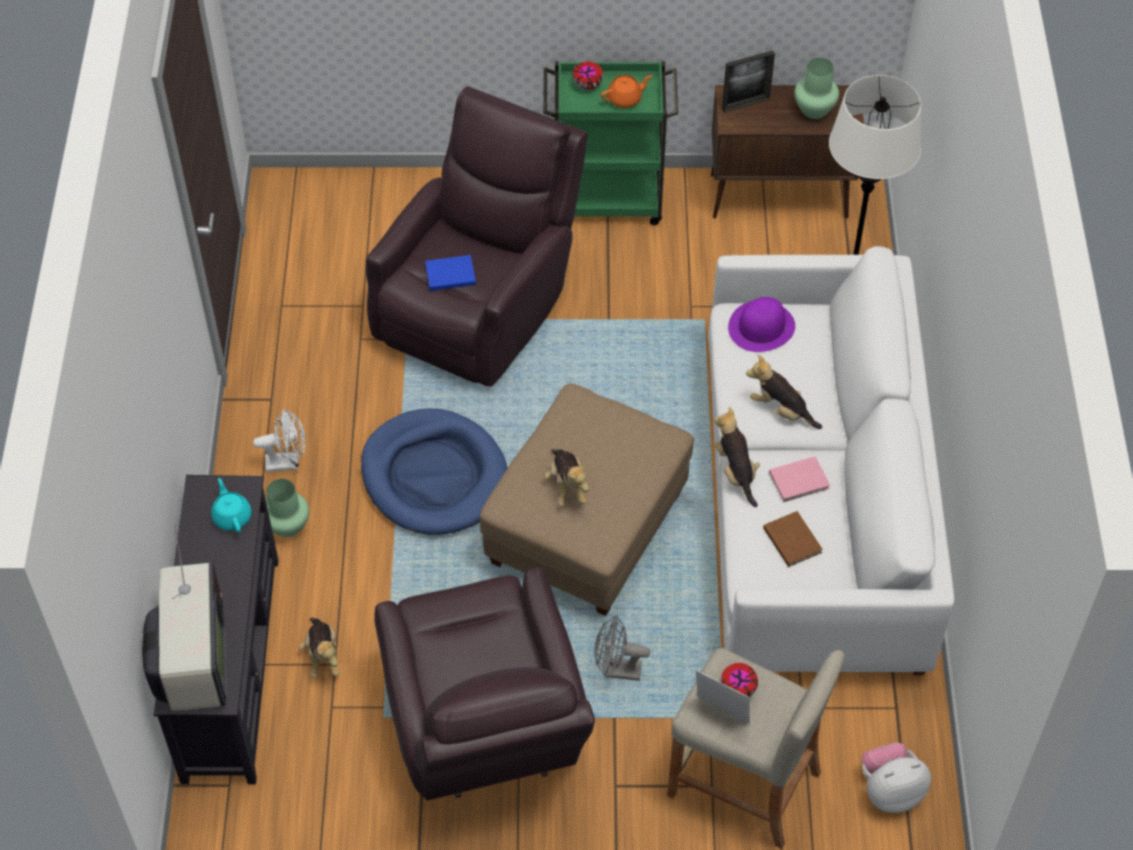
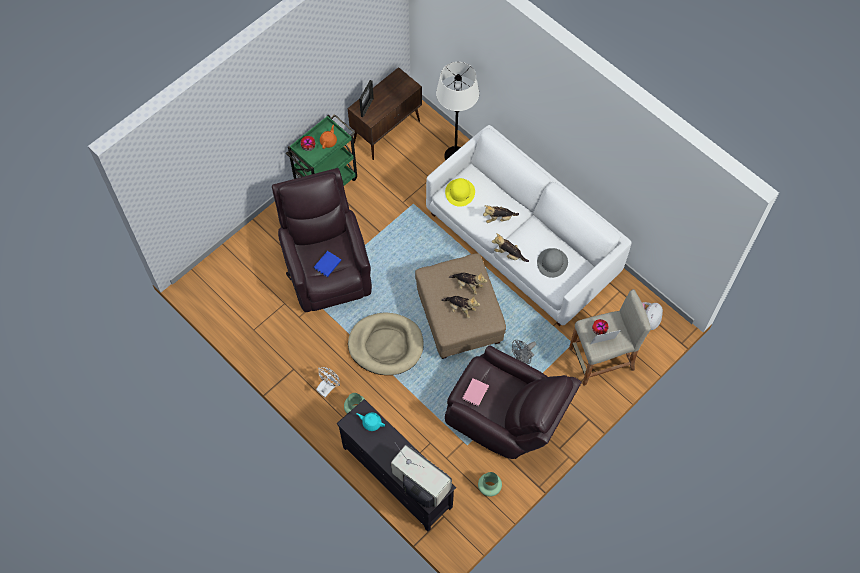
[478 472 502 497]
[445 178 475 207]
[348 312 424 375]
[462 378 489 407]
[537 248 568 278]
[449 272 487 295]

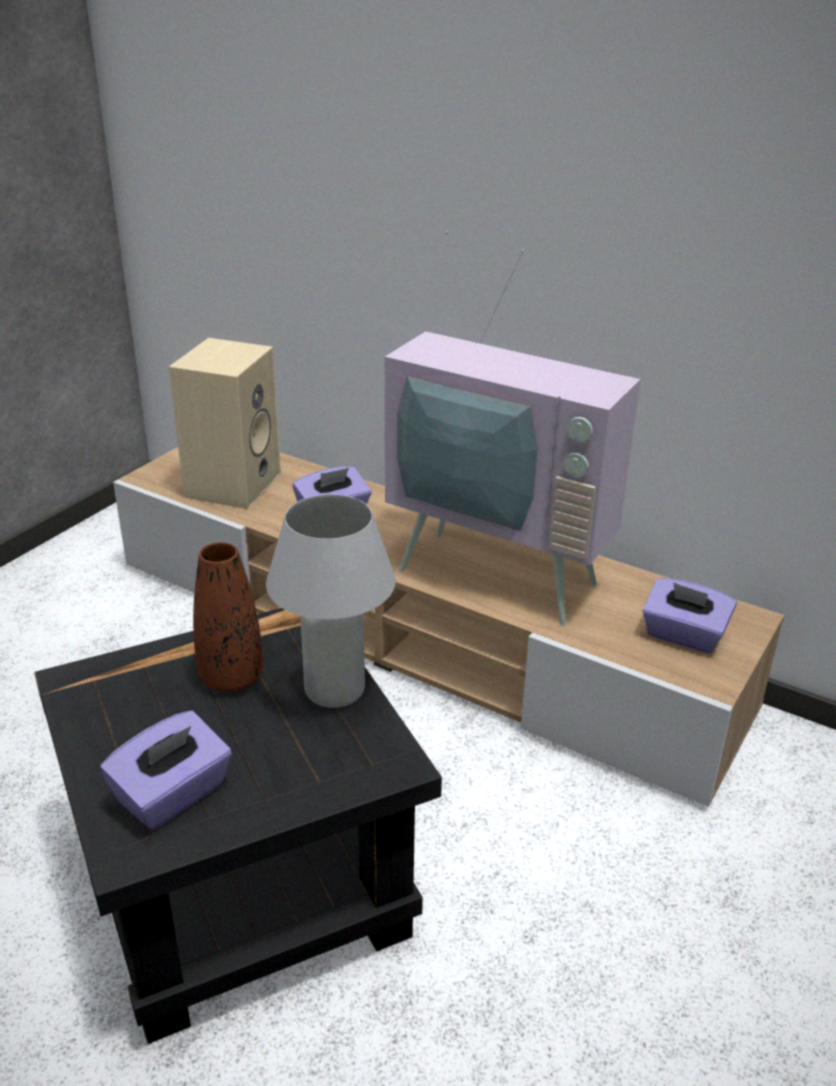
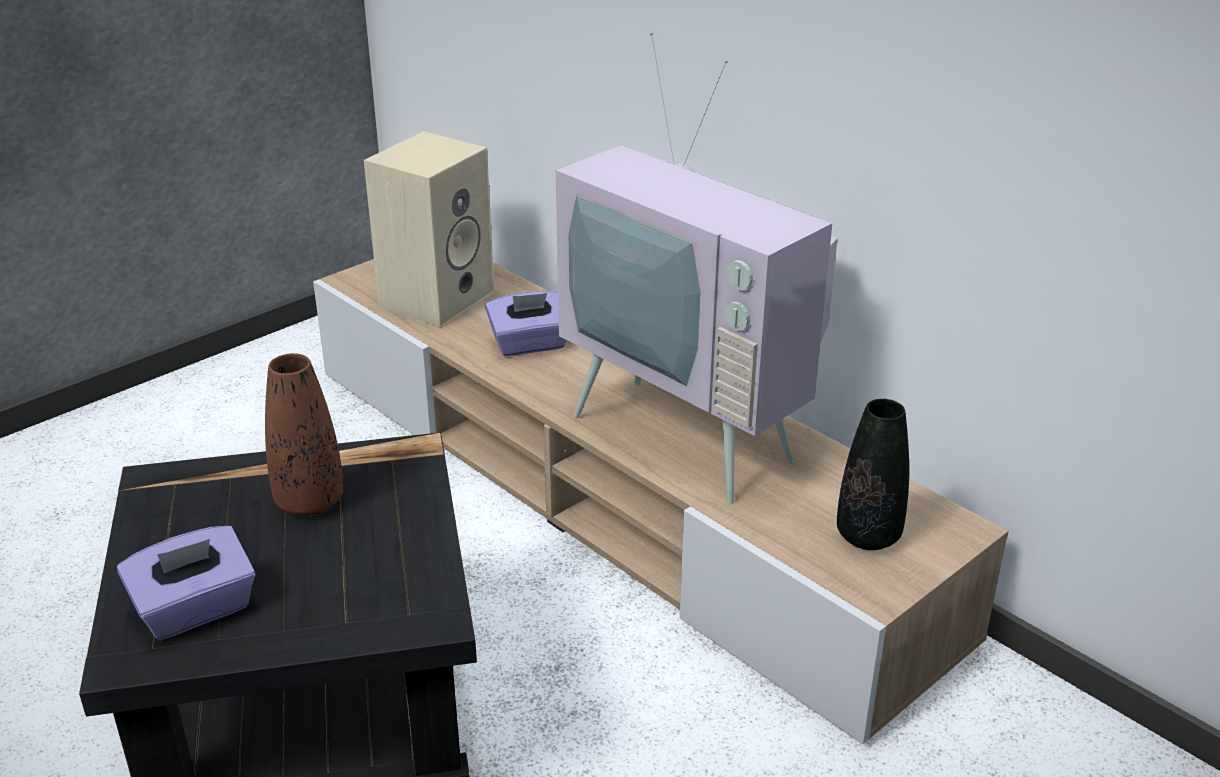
[266 494 396 708] (first image)
[837 399 909 550]

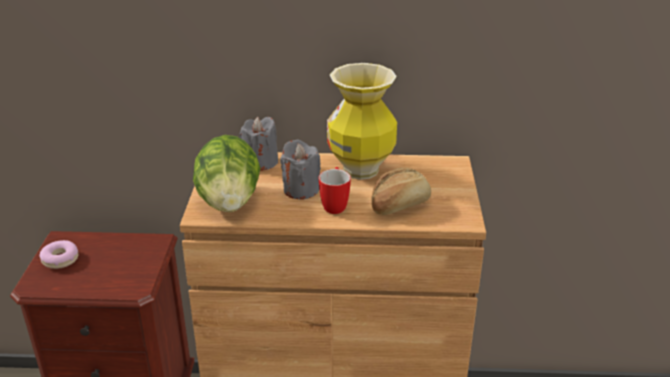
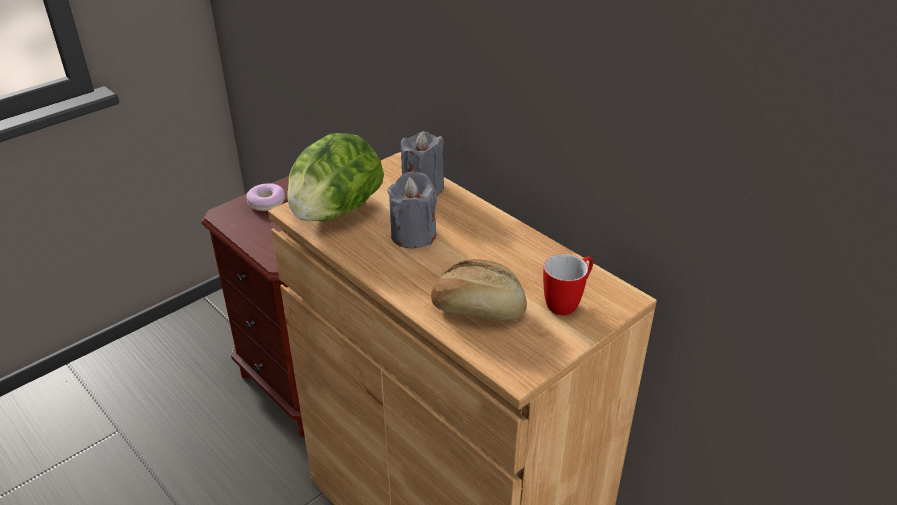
[327 63 397 180] (first image)
[543 254 593 315]

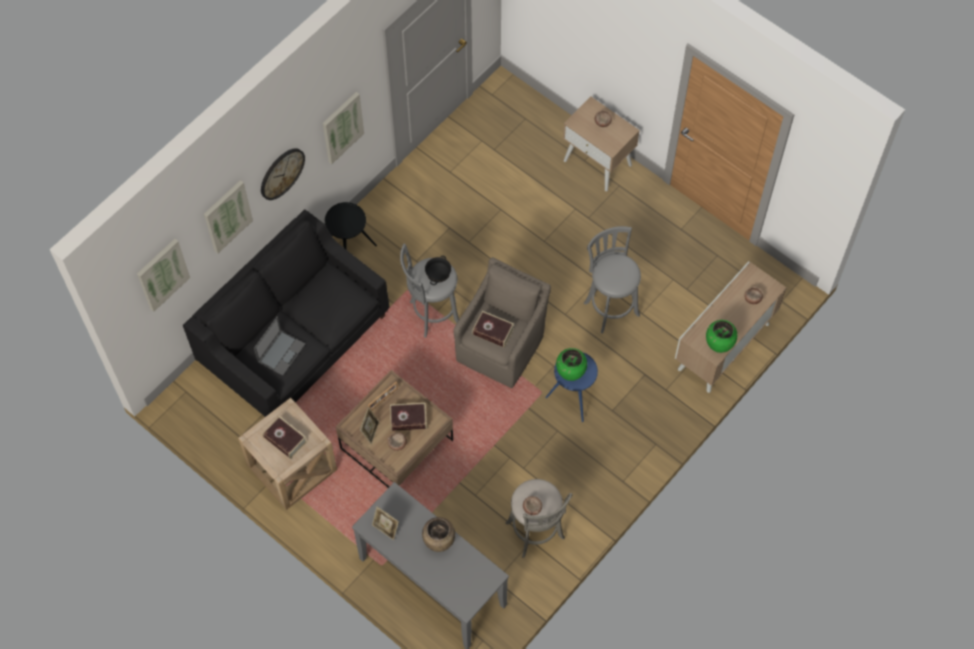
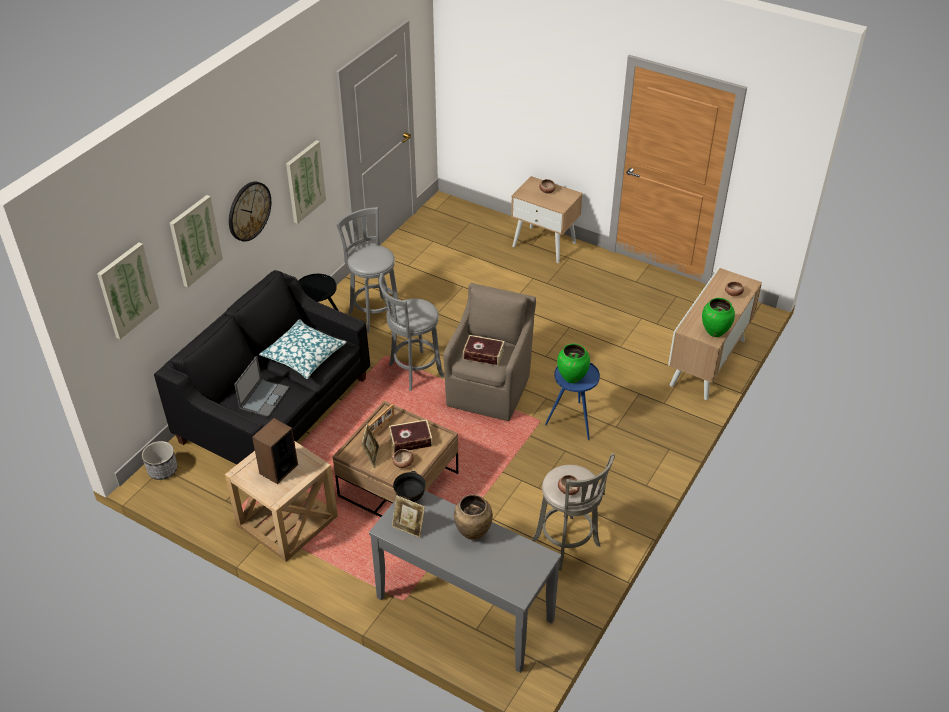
[337 207 399 333]
[393 471 426 502]
[252 418 298 484]
[259 319 347 379]
[142 441 177 480]

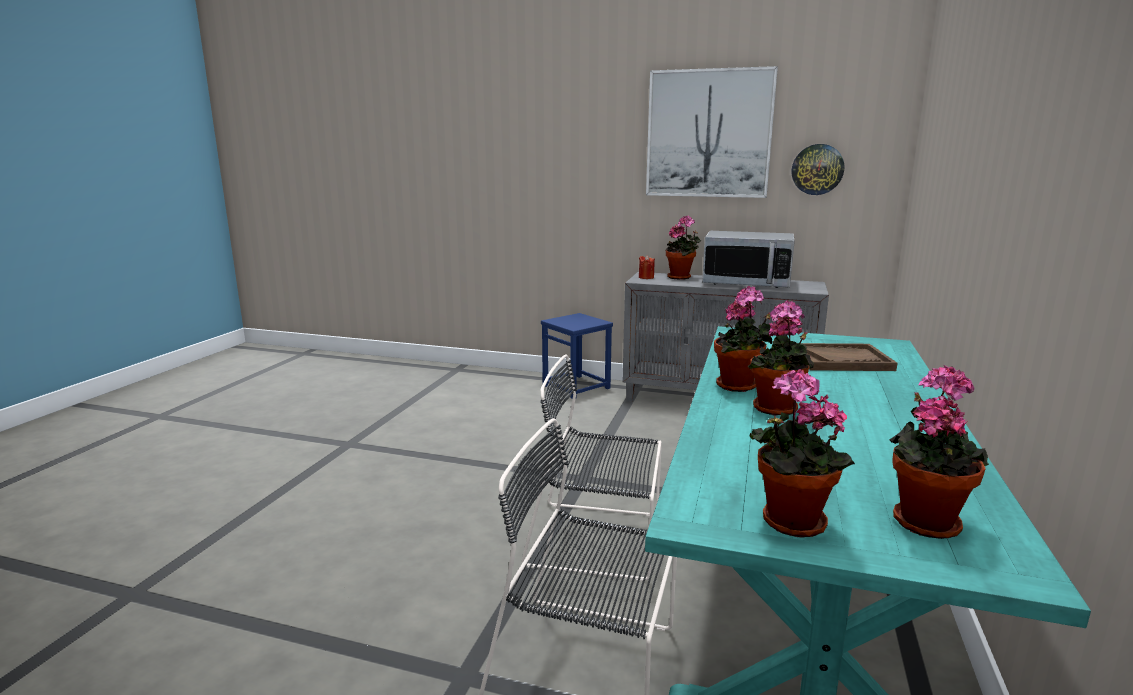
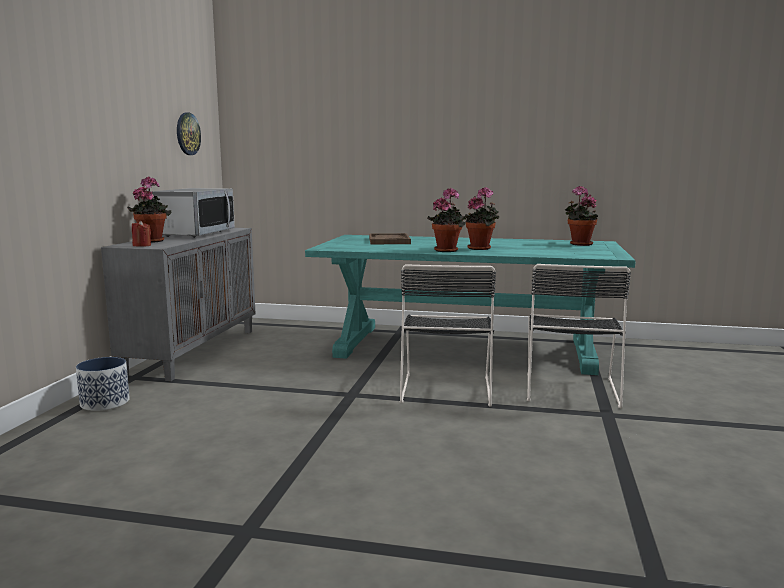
[646 66 778 198] (first image)
[76 357 130 411]
[749 369 855 538] (first image)

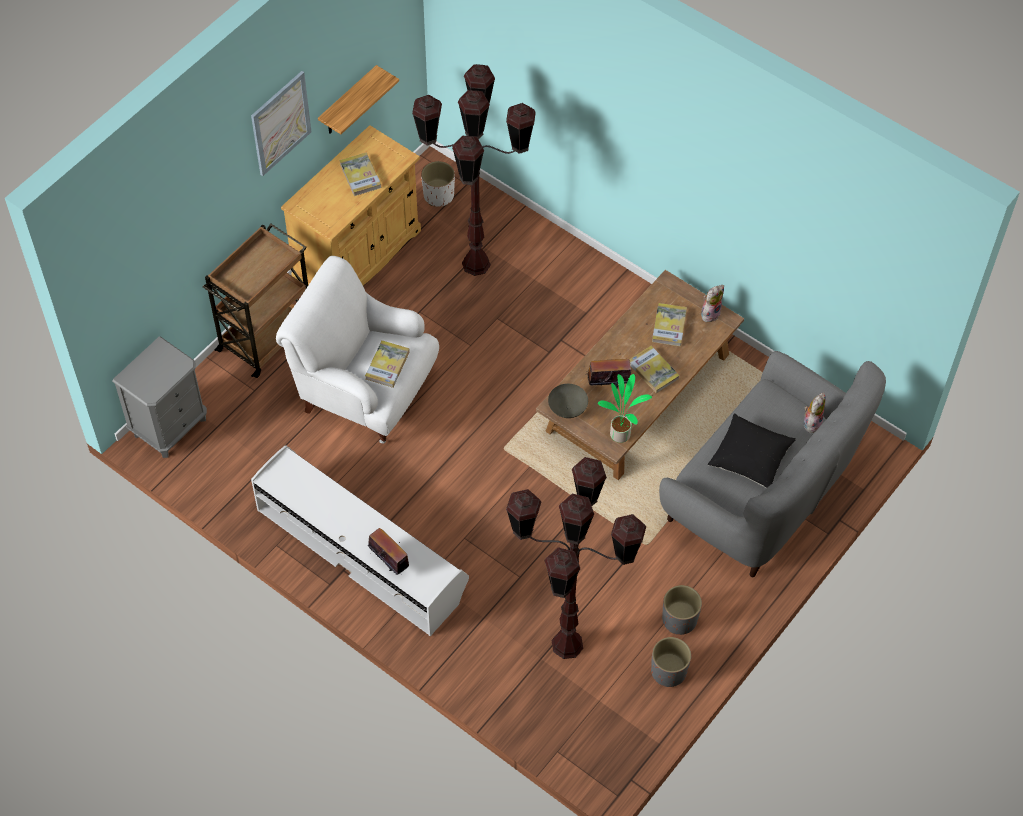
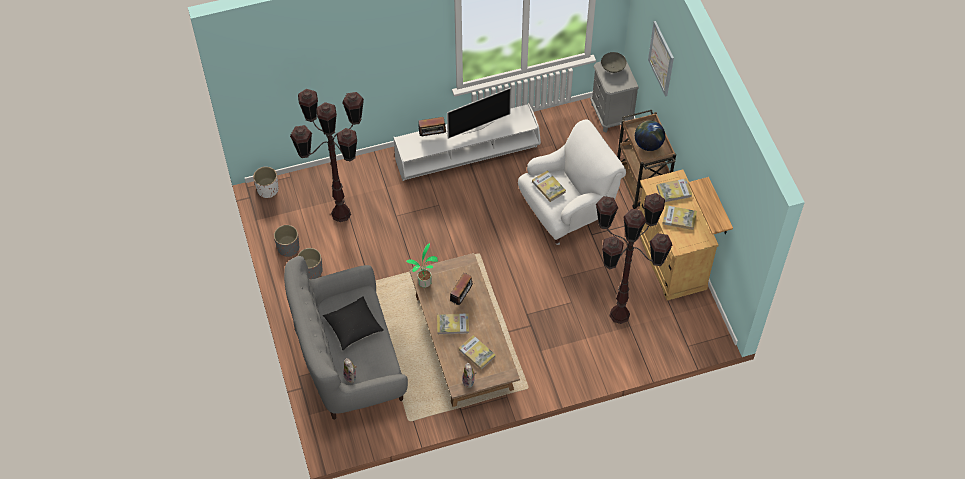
[648 21 674 97]
[253 167 279 198]
[601 52 627 73]
[447 87 511 139]
[635 120 665 151]
[656 179 692 202]

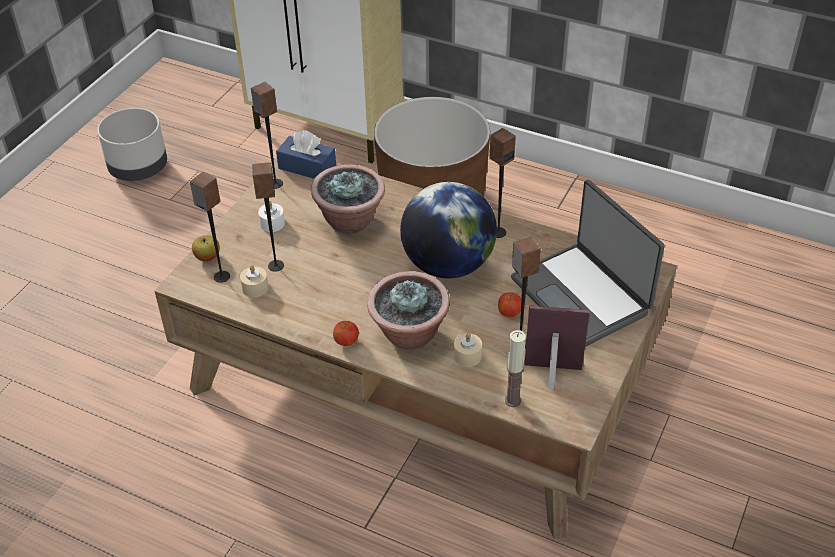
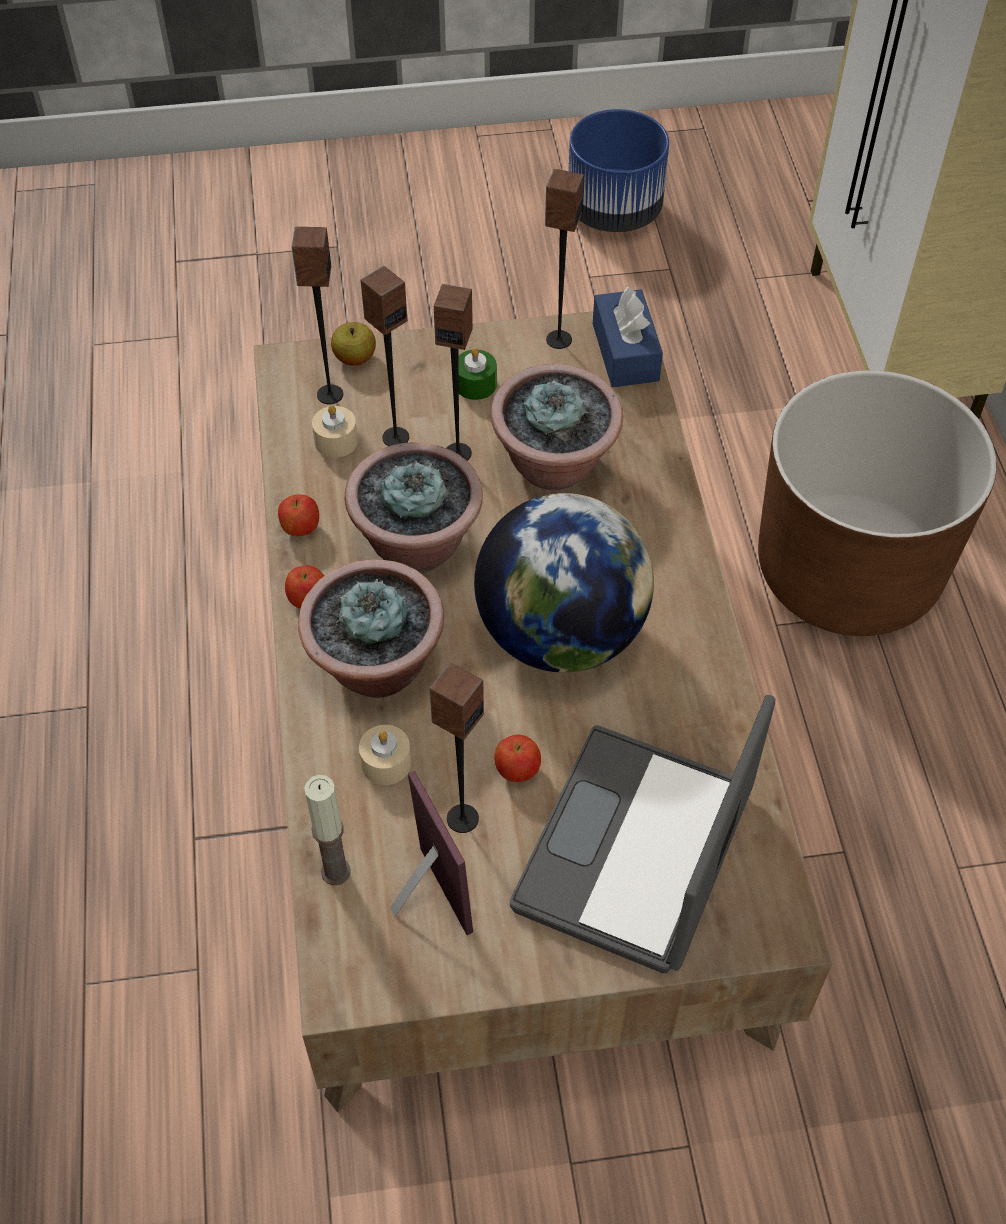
[568 109 669 232]
[434 284 473 461]
[458 348 497 400]
[345 442 483 572]
[278 494 319 536]

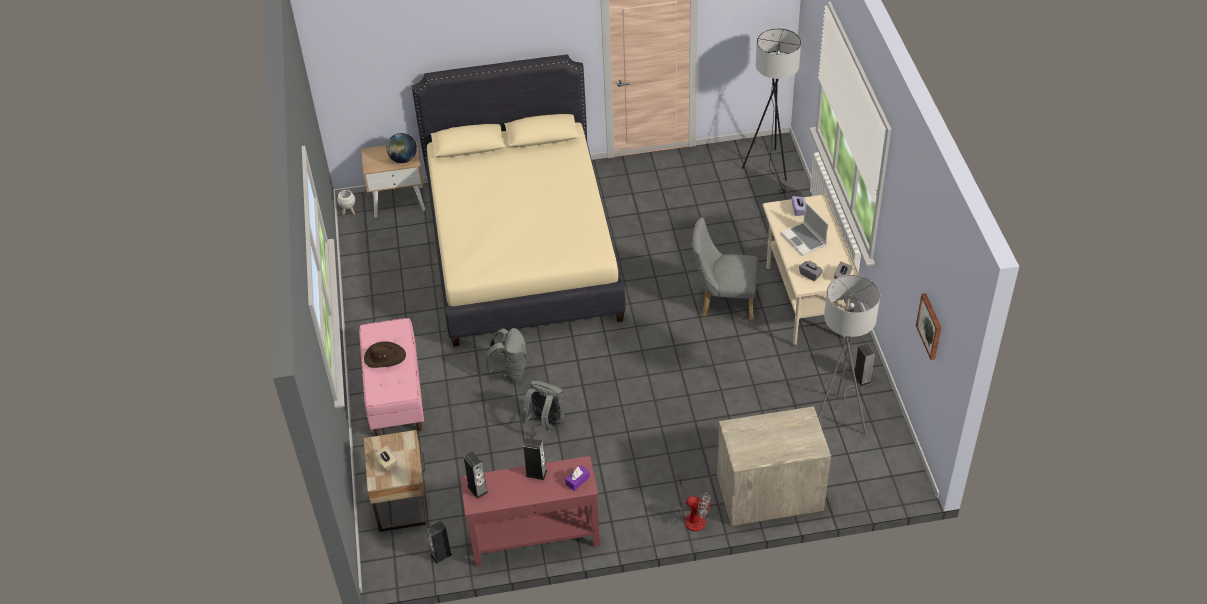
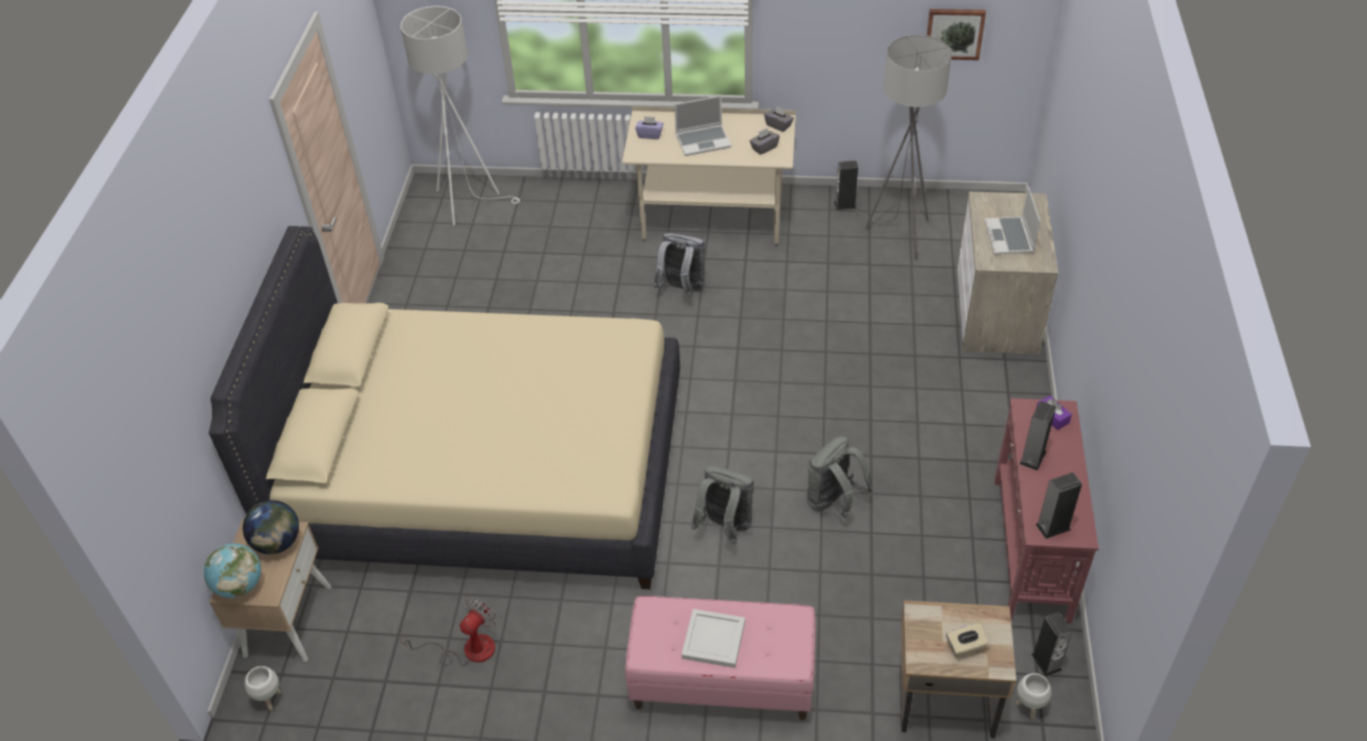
[400 6 520 225]
[654 233 705 297]
[682 609 745 668]
[400 597 497 666]
[984 187 1040 254]
[204 543 261 598]
[1016 673 1051 719]

